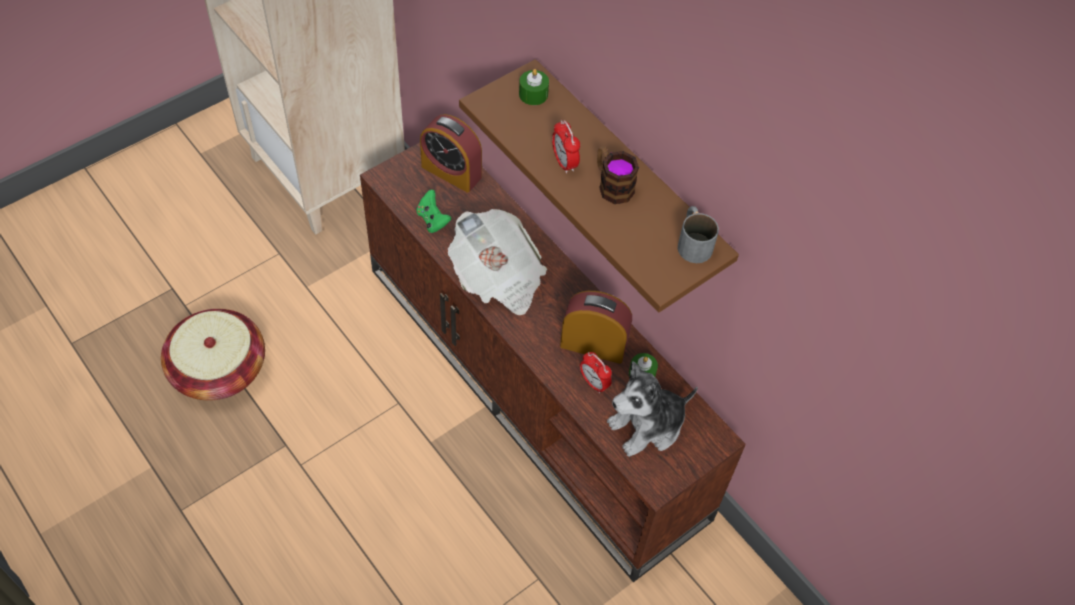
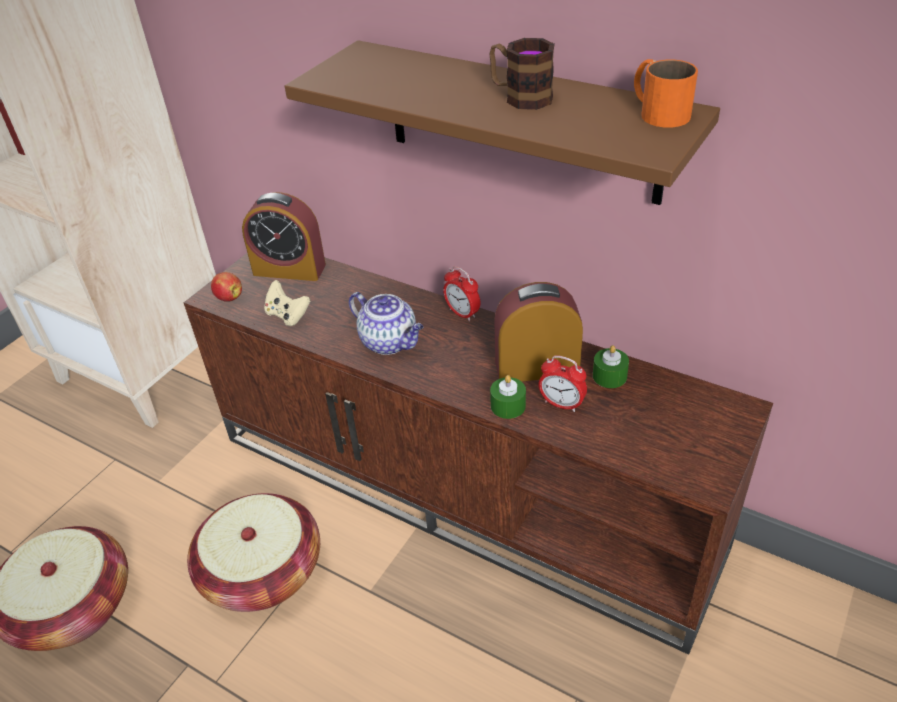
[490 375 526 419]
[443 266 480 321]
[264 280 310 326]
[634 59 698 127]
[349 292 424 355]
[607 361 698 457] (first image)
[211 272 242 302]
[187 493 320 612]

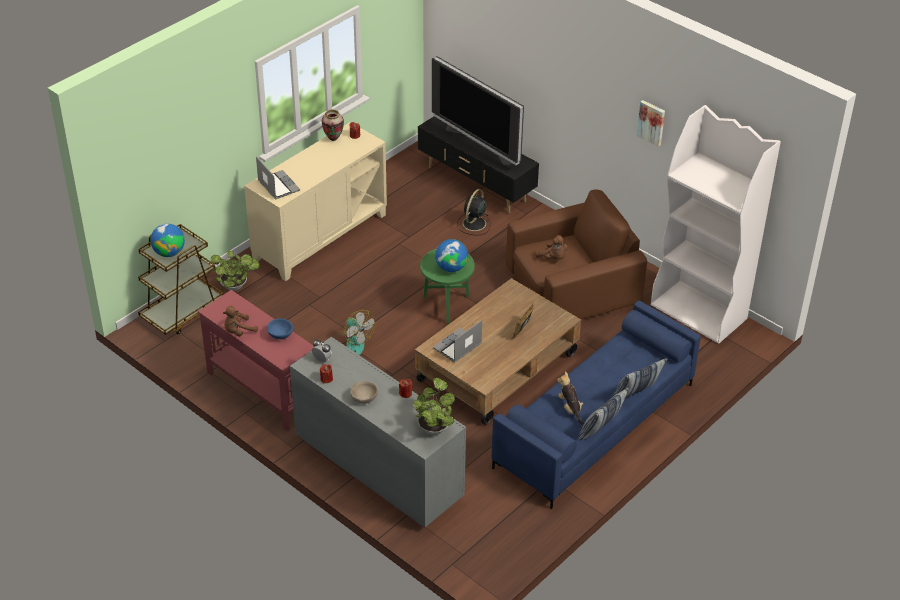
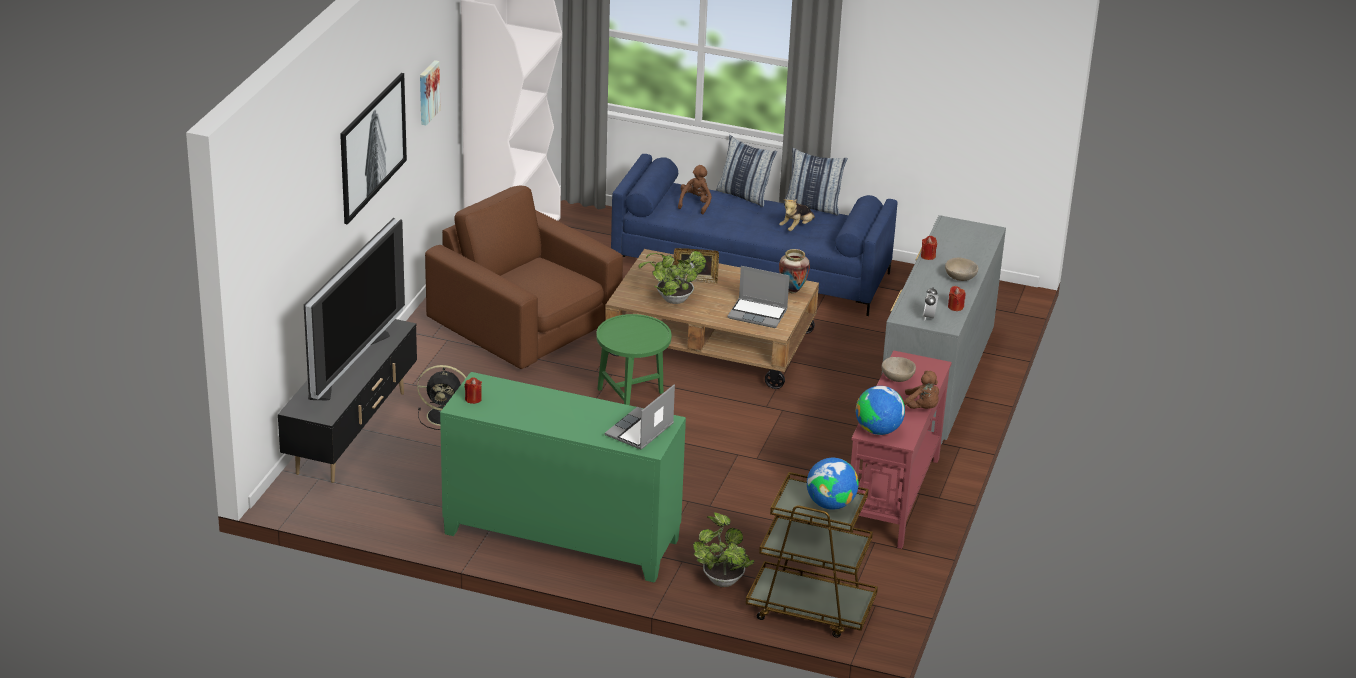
[779 249 810 293]
[440 372 686 583]
[678 165 712 214]
[856 386 905 435]
[334 310 375 355] (first image)
[882 357 916 382]
[638 251 707 304]
[340 73 407 225]

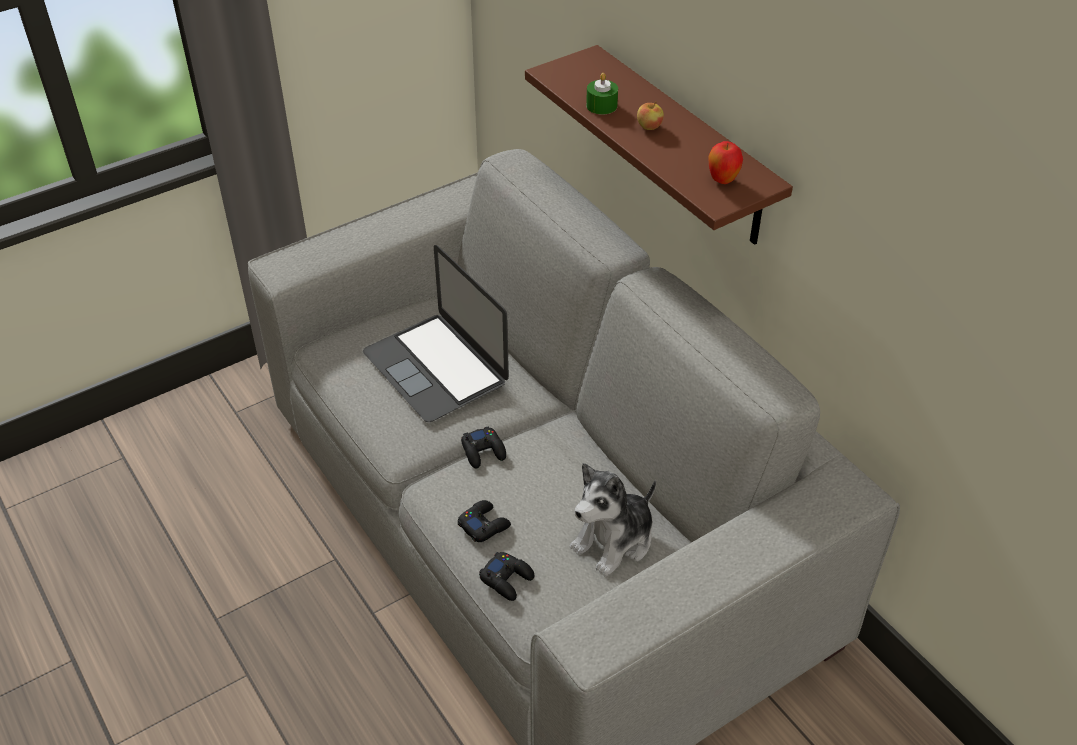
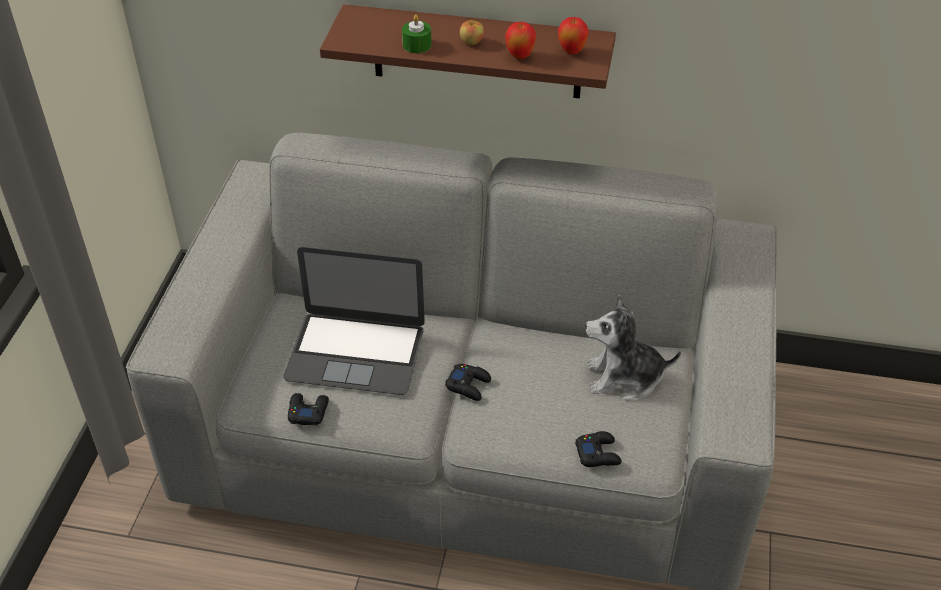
[585 295 681 401]
[288 393 329 426]
[505 22 536 59]

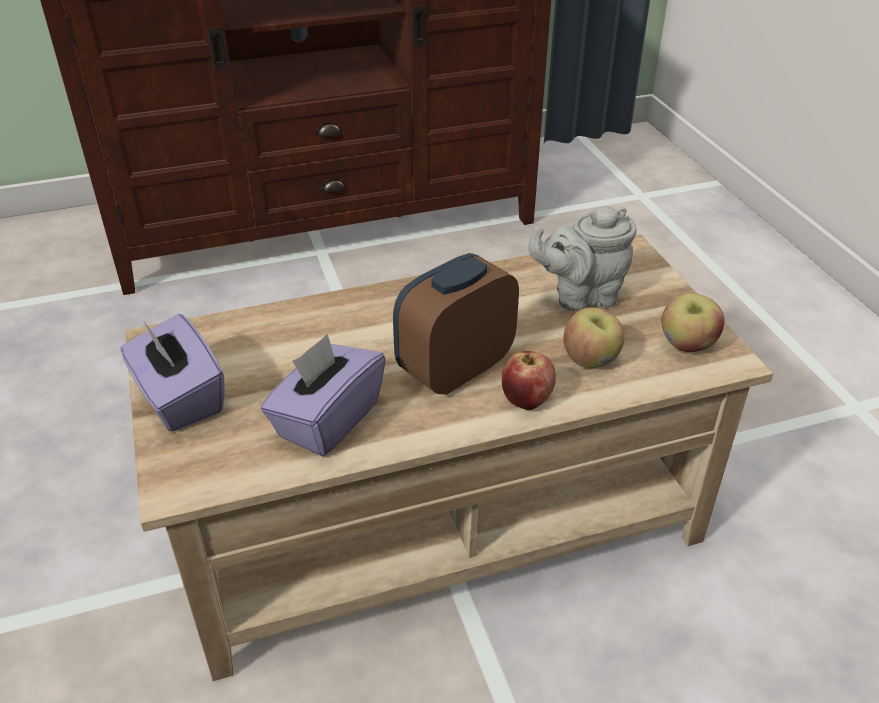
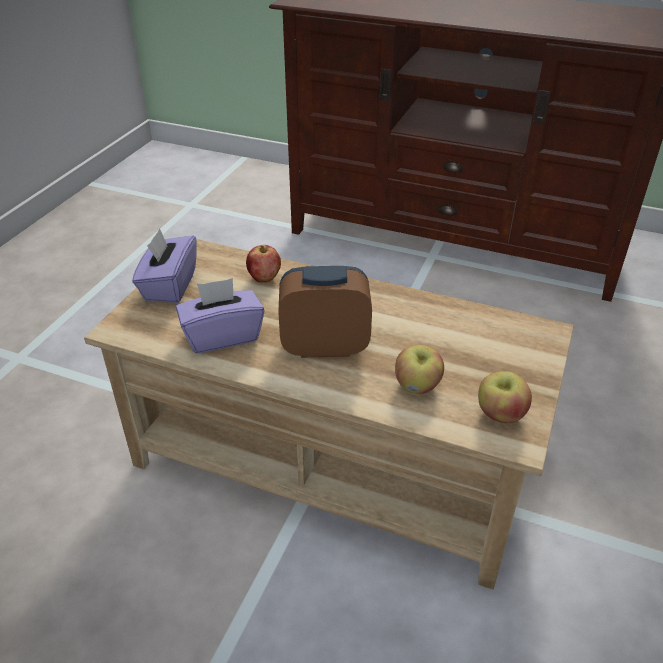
[528 206 637 311] (first image)
[246 245 281 282]

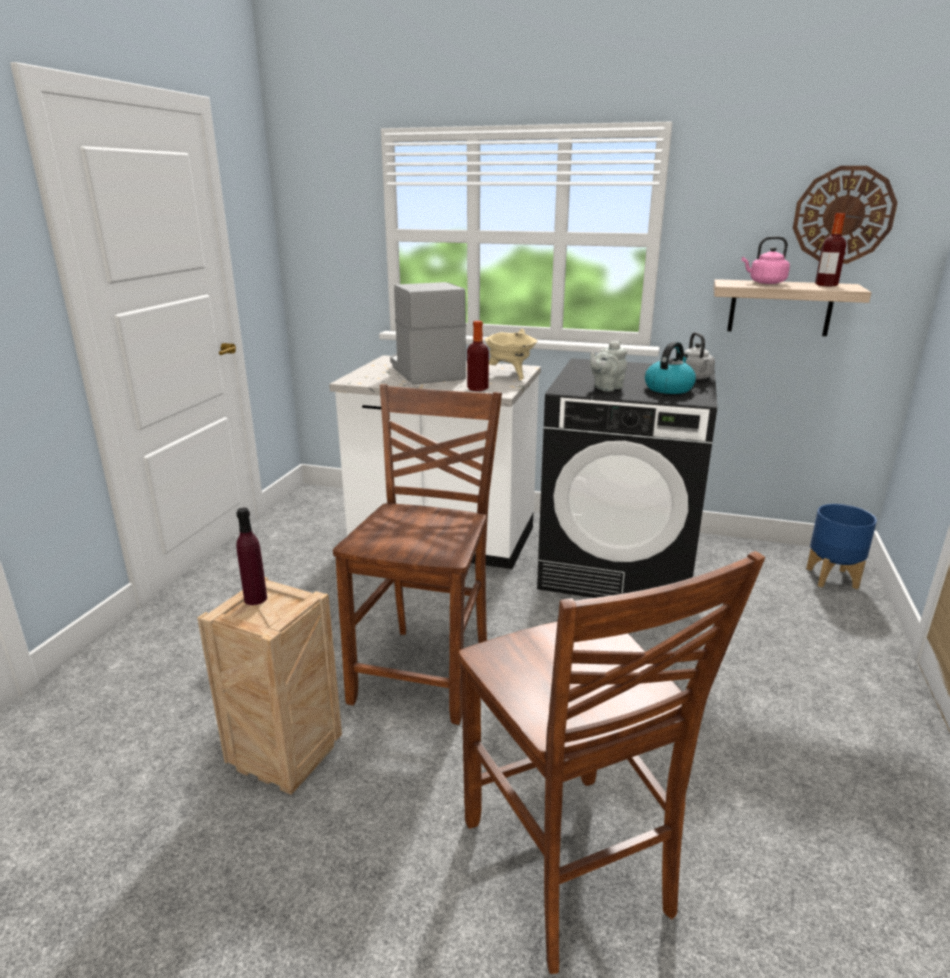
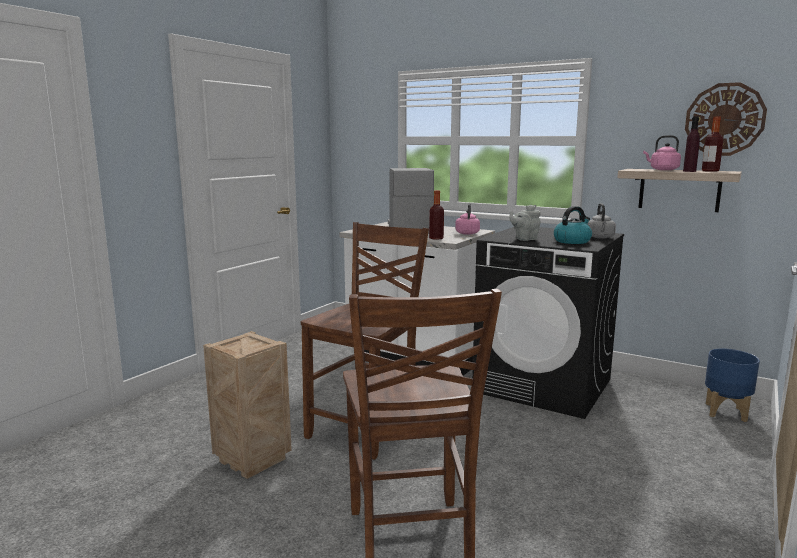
[455 203 480 235]
[683 116 700 172]

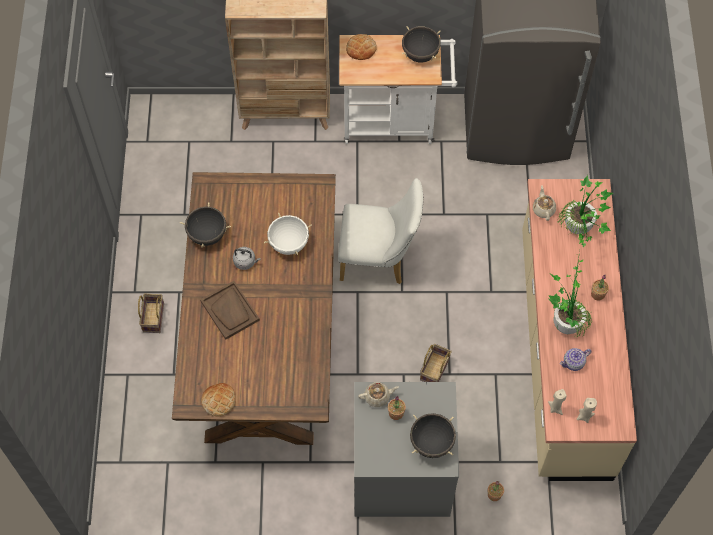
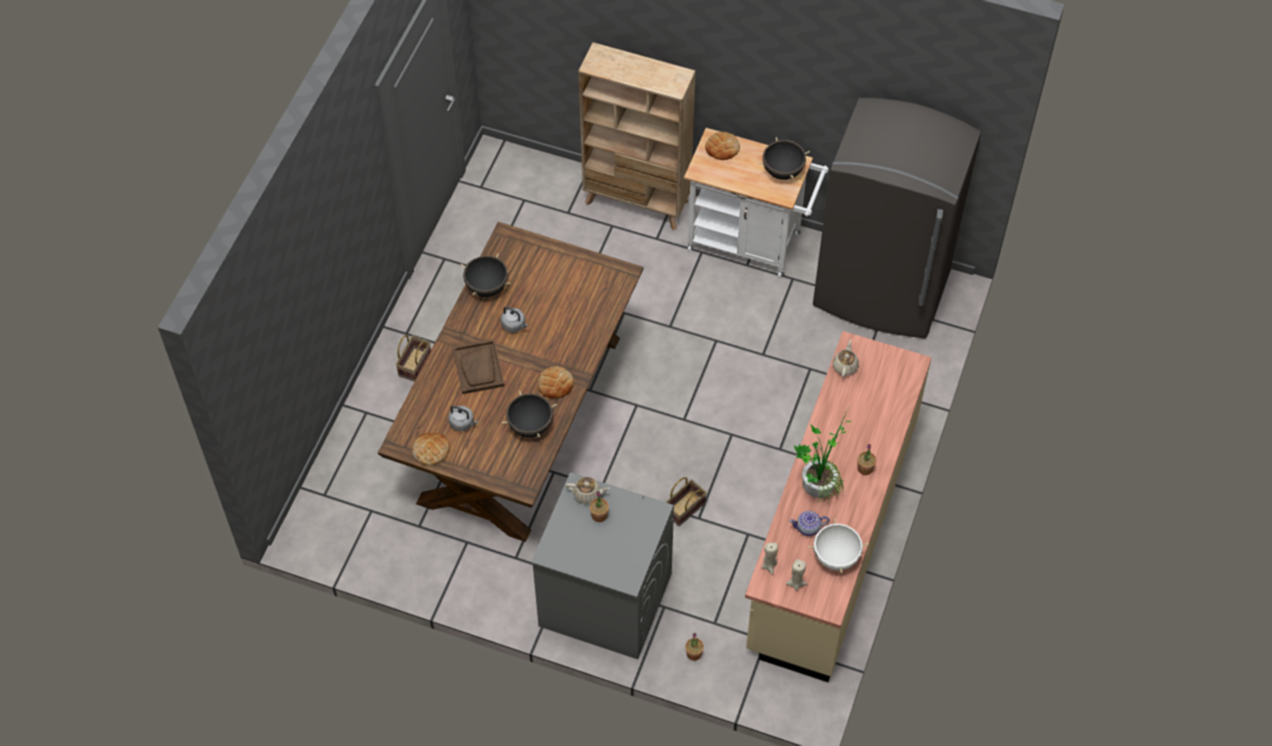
[557 175 613 247] (first image)
[338 178 423 284] (first image)
[808 519 869 573]
[502 390 557 438]
[538 366 574 398]
[448 406 478 431]

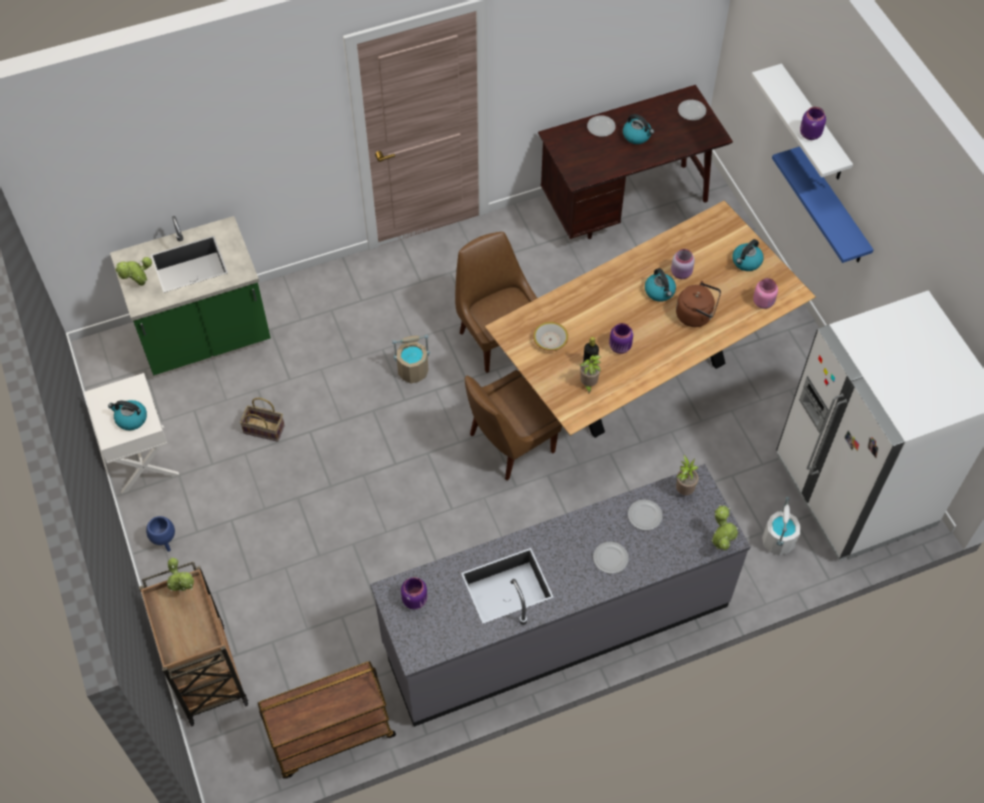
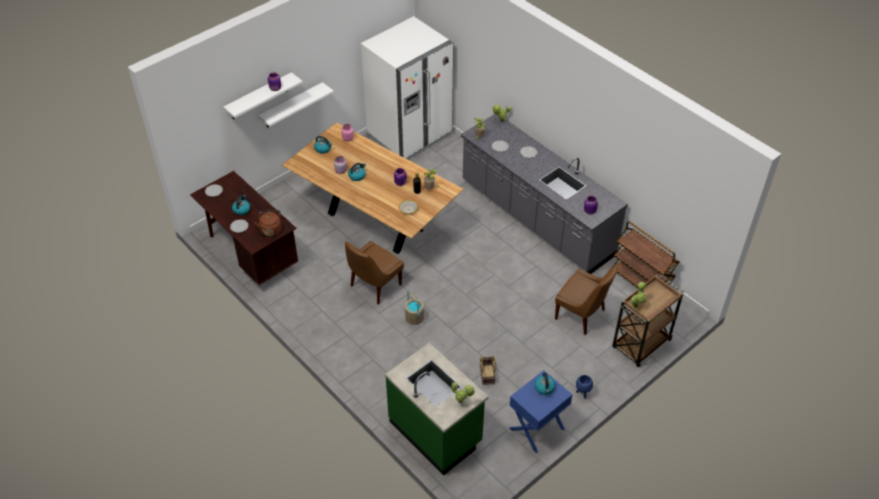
[259 82 334 128]
[254 210 282 237]
[555 266 618 335]
[509 370 573 453]
[762 497 800 556] (first image)

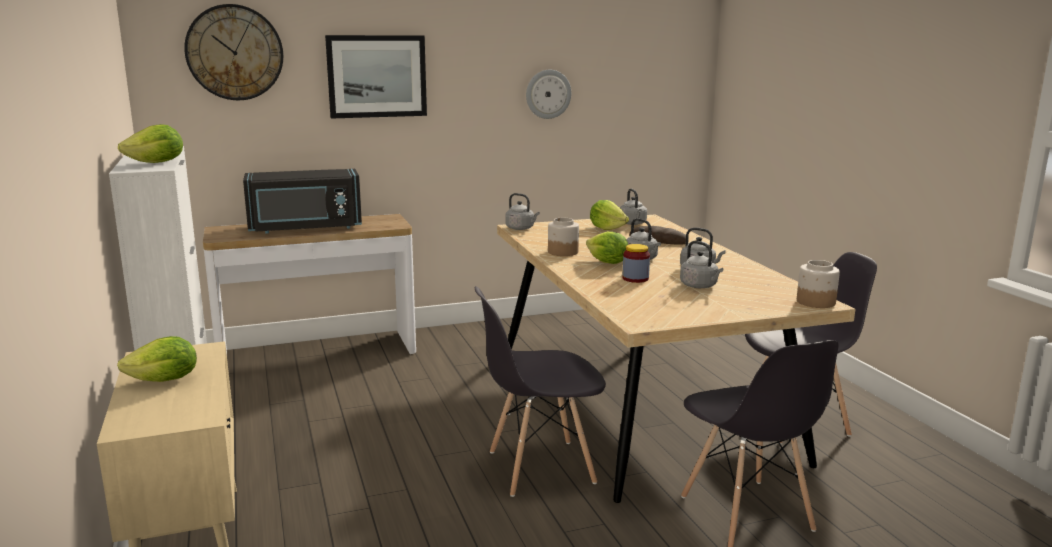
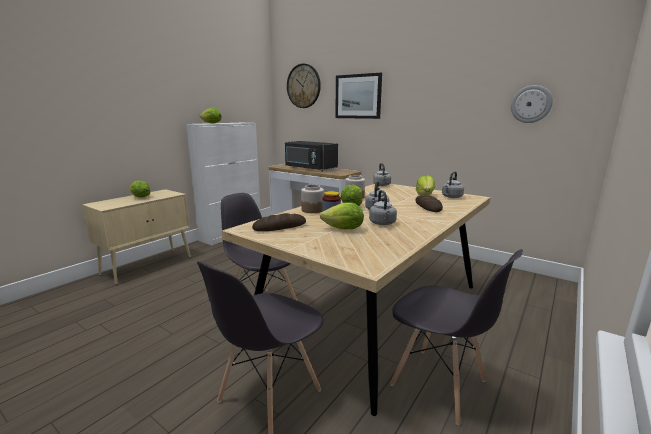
[511 85 553 123]
[320 202 364 229]
[301 185 324 213]
[252 213 306 231]

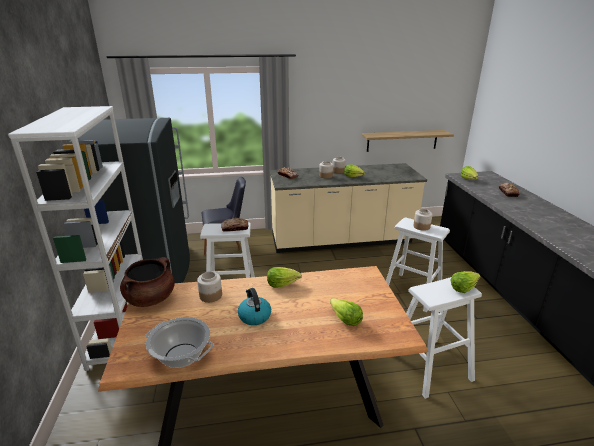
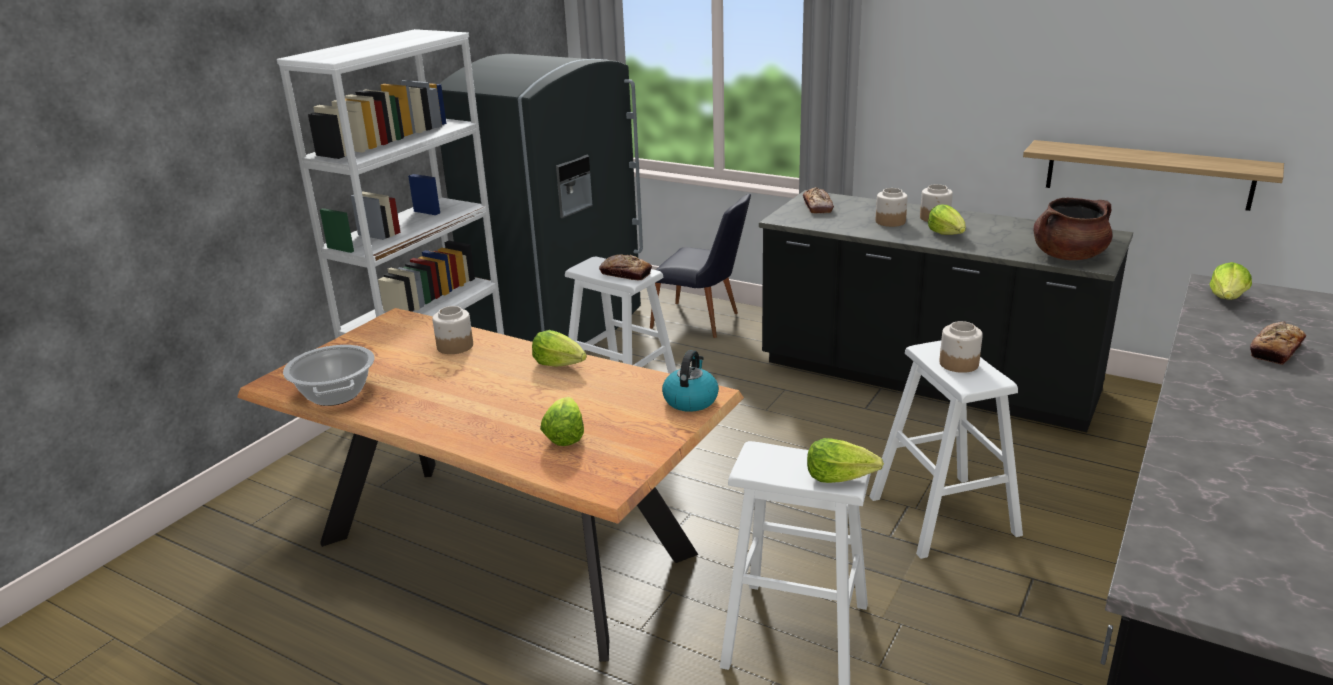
[759 190 1133 432]
[1034 198 1112 260]
[662 350 719 412]

